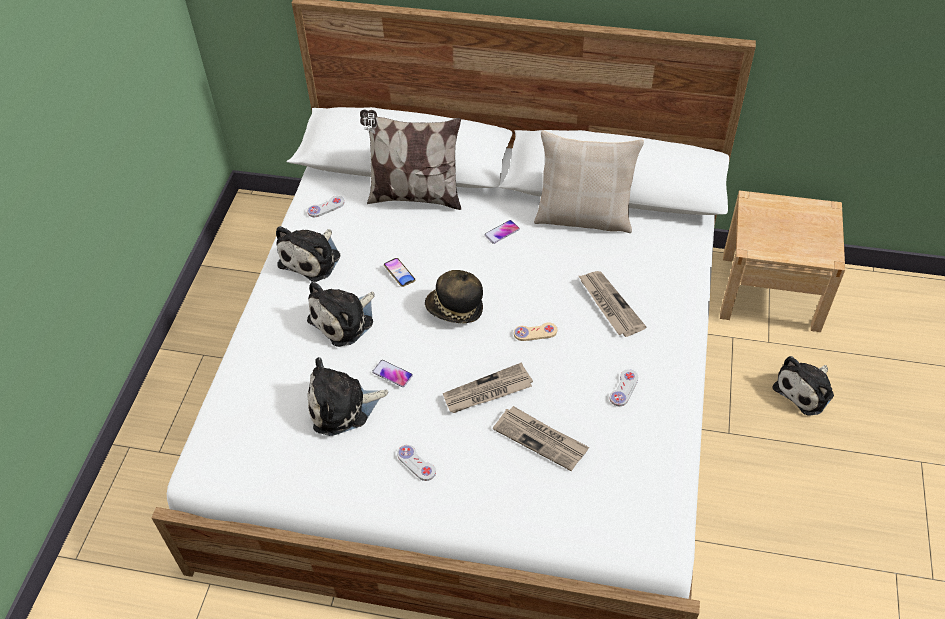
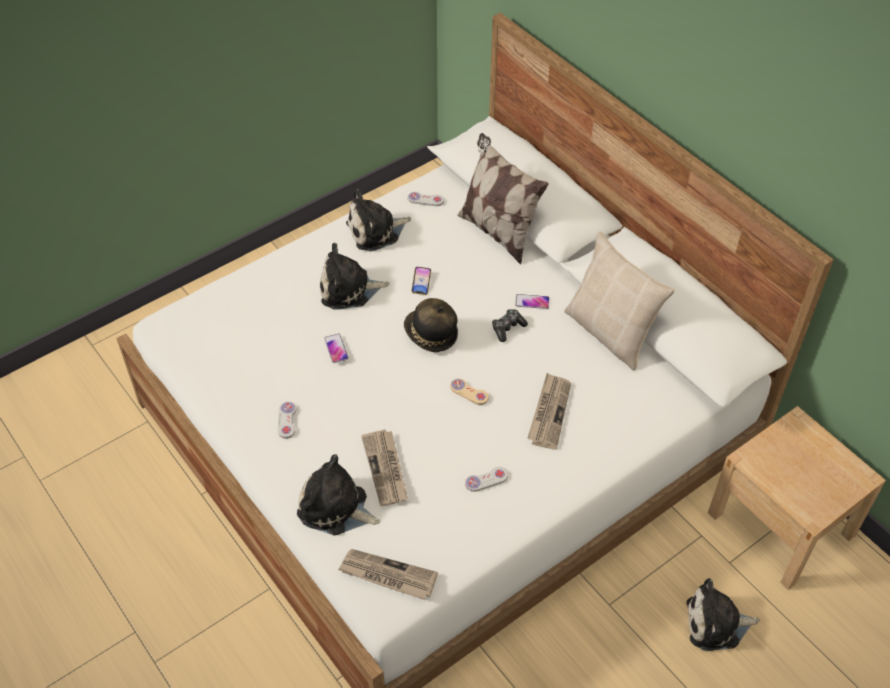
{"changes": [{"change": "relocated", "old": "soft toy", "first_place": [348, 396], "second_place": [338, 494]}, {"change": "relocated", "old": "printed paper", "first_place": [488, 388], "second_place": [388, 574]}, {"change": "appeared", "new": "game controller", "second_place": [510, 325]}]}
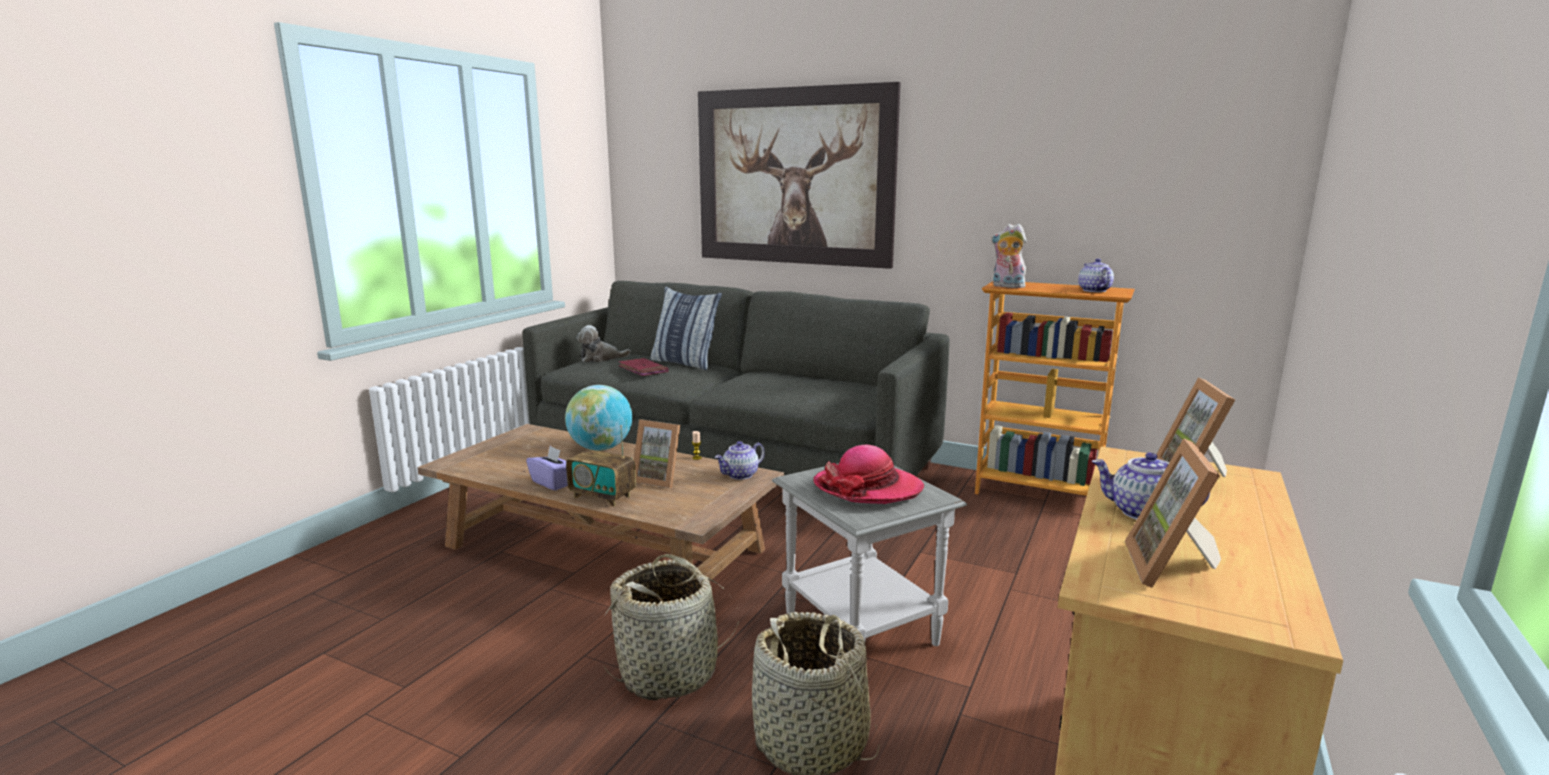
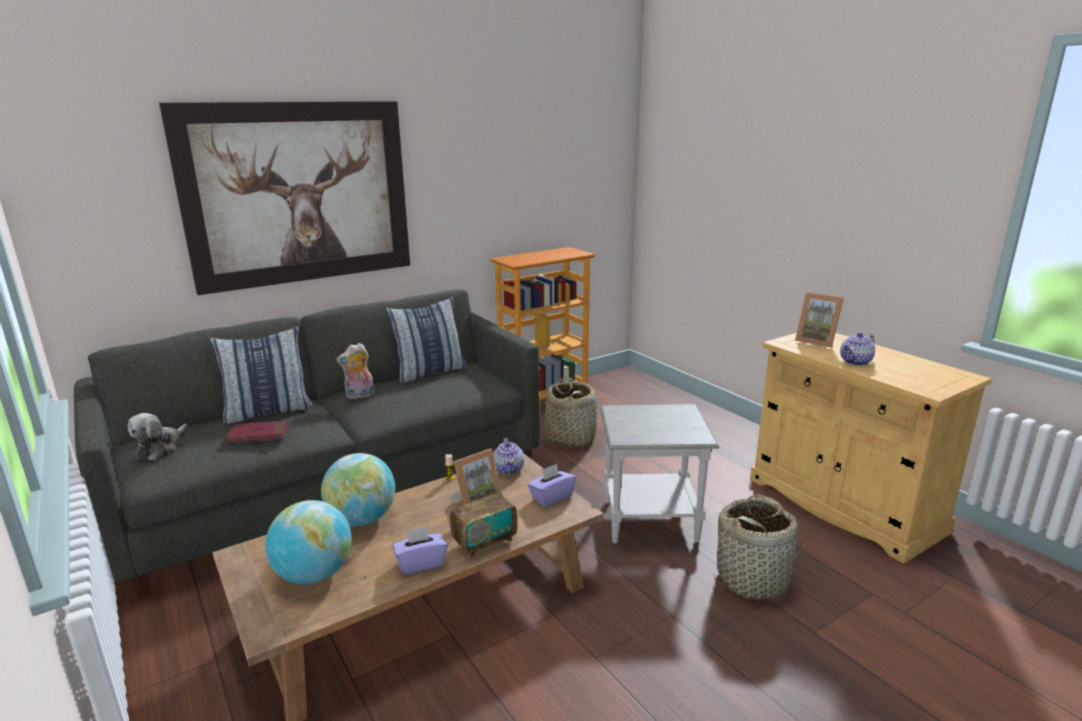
{"changes": [{"change": "appeared", "new": "desk globe", "second_place": [308, 542]}, {"change": "relocated", "old": "soft toy", "first_place": [1009, 256], "second_place": [355, 371]}, {"change": "appeared", "new": "pillow", "second_place": [426, 340]}, {"change": "appeared", "new": "tissue box/purple", "second_place": [552, 485]}, {"change": "relocated", "old": "household basket", "first_place": [671, 627], "second_place": [571, 413]}, {"change": "missing", "old": "wearable hat", "first_place": [868, 474]}, {"change": "missing", "old": "teapot", "first_place": [1096, 275]}, {"change": "missing", "old": "picture frame", "first_place": [1173, 513]}]}
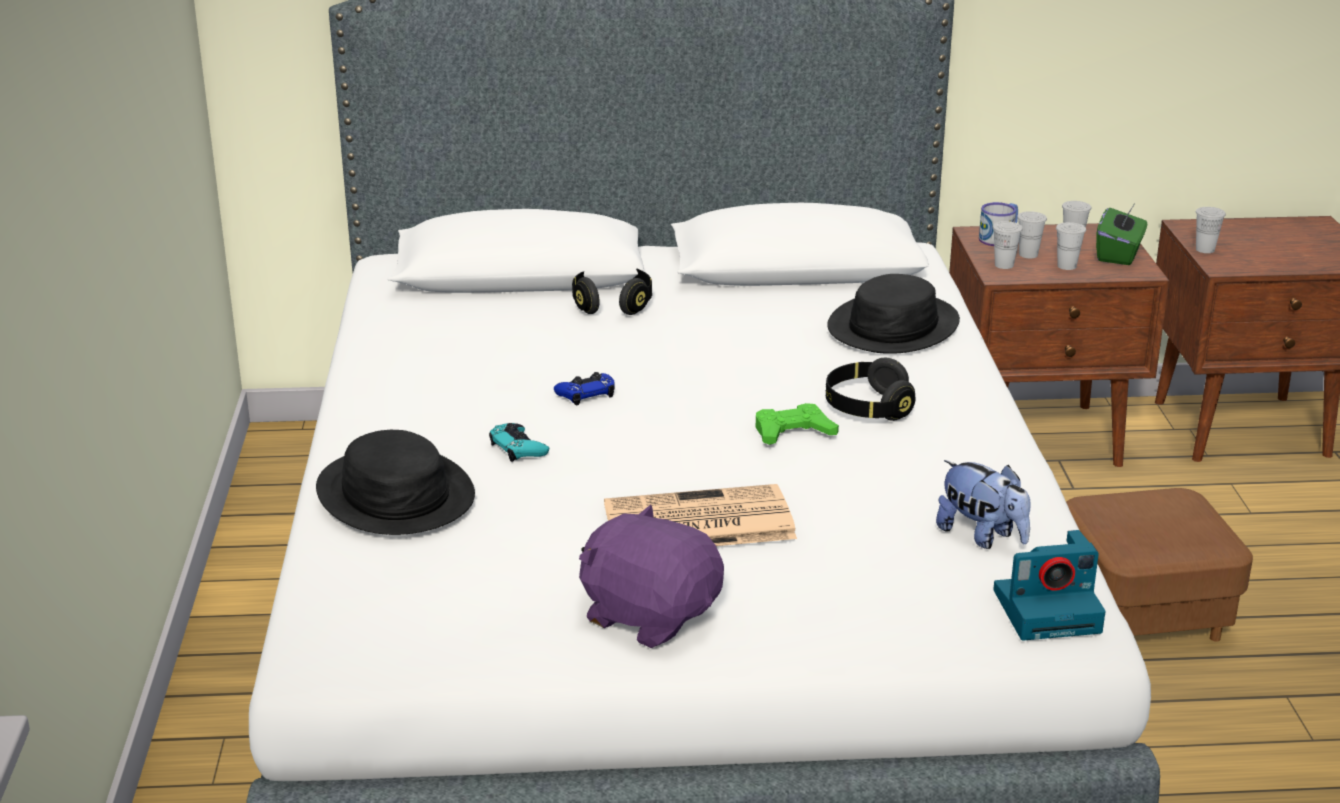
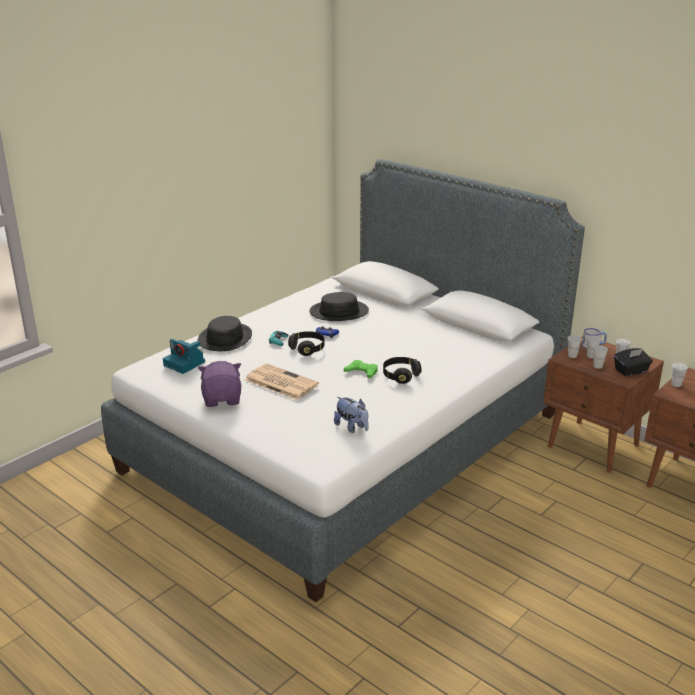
{"changes": [{"change": "relocated", "old": "photo camera", "first_place": [1049, 585], "second_place": [184, 356]}, {"change": "relocated", "old": "pair of headphones/blackish", "first_place": [612, 292], "second_place": [306, 343]}, {"change": "relocated", "old": "wearable hat/blackish", "first_place": [893, 314], "second_place": [339, 306]}, {"change": "spun", "old": "soft toy", "first_place": [983, 504], "second_place": [351, 415], "degrees": -45}, {"change": "colour", "old": "tissue box/greenish", "new": "tissue box/blackish", "first_place": [1121, 233], "second_place": [633, 362]}, {"change": "missing", "old": "footrest/brownish", "first_place": [1159, 565]}]}
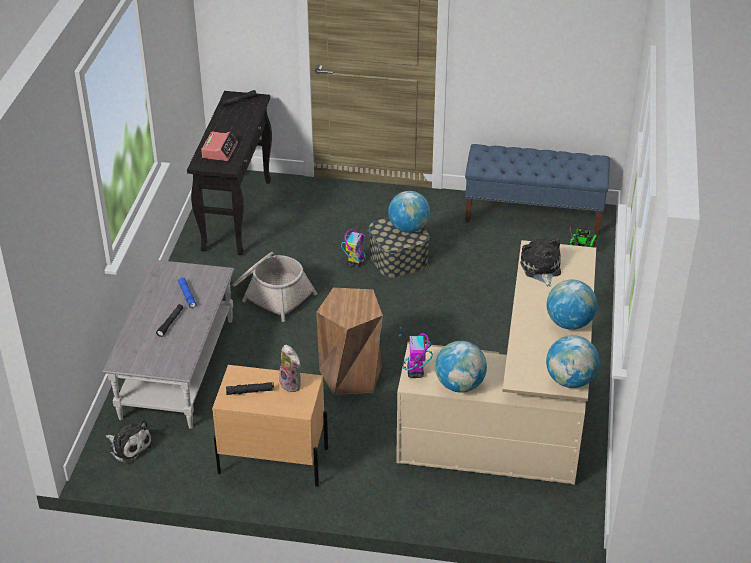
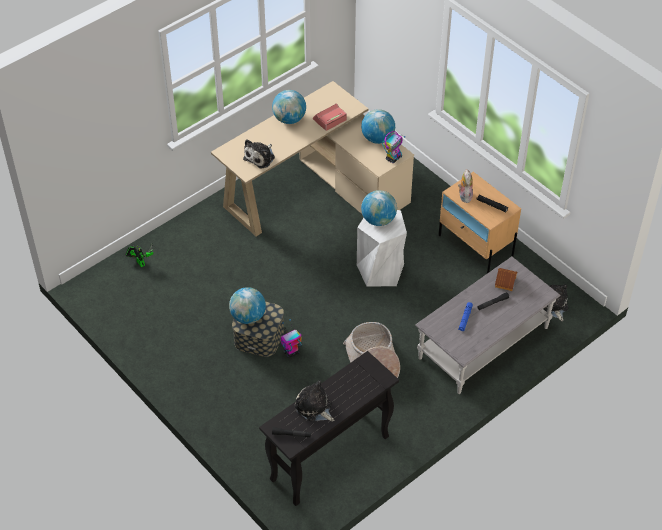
{"changes": [{"change": "appeared", "new": "soft toy", "second_place": [314, 400]}, {"change": "relocated", "old": "bedside clock", "first_place": [219, 146], "second_place": [330, 117]}, {"change": "colour", "old": "sitting stool/brownish", "new": "sitting stool/white-coloured", "first_place": [349, 341], "second_place": [382, 248]}, {"change": "relocated", "old": "desk globe", "first_place": [572, 361], "second_place": [379, 208]}, {"change": "appeared", "new": "toy house", "second_place": [506, 279]}, {"change": "missing", "old": "indoor bench/blue-coloured", "first_place": [537, 190]}]}
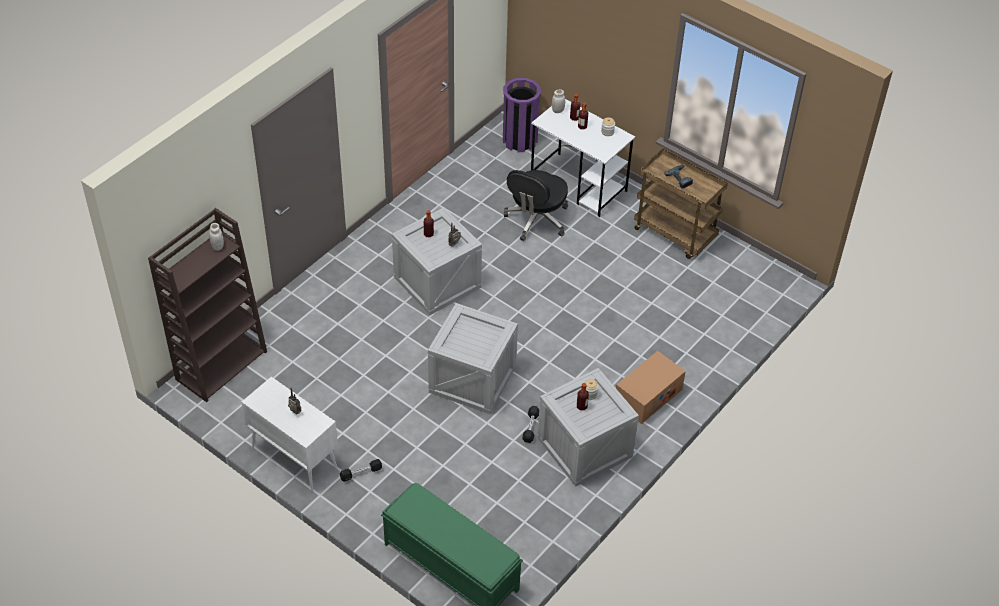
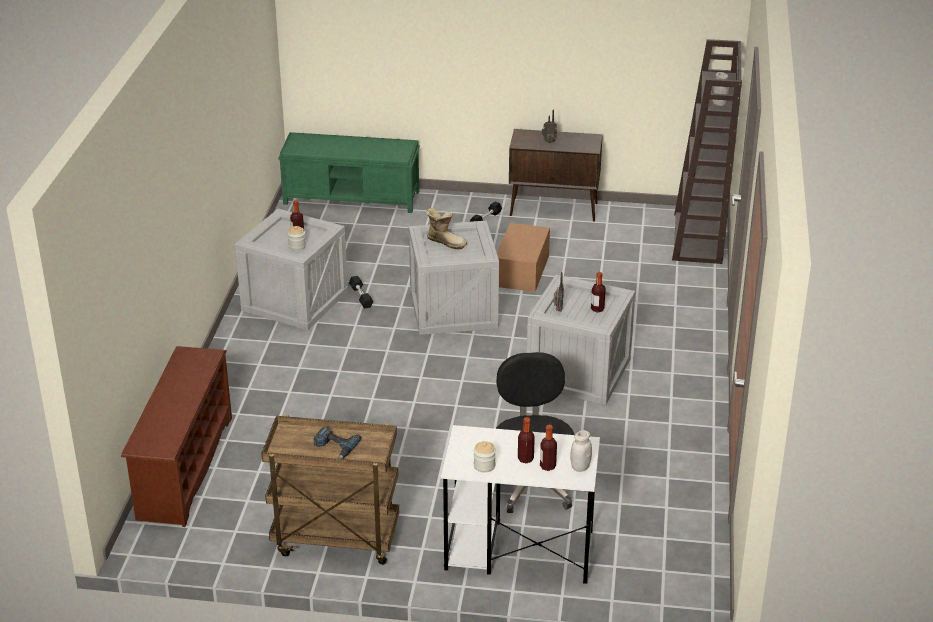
{"changes": [{"change": "appeared", "new": "shoe rack/brownish", "second_place": [176, 436]}, {"change": "appeared", "new": "high-top boot", "second_place": [446, 228]}, {"change": "relocated", "old": "cardboard box", "first_place": [651, 387], "second_place": [523, 257]}, {"change": "colour", "old": "cabinet/white-coloured", "new": "cabinet/brownish", "first_place": [290, 434], "second_place": [556, 175]}, {"change": "missing", "old": "trash can/purple", "first_place": [522, 115]}]}
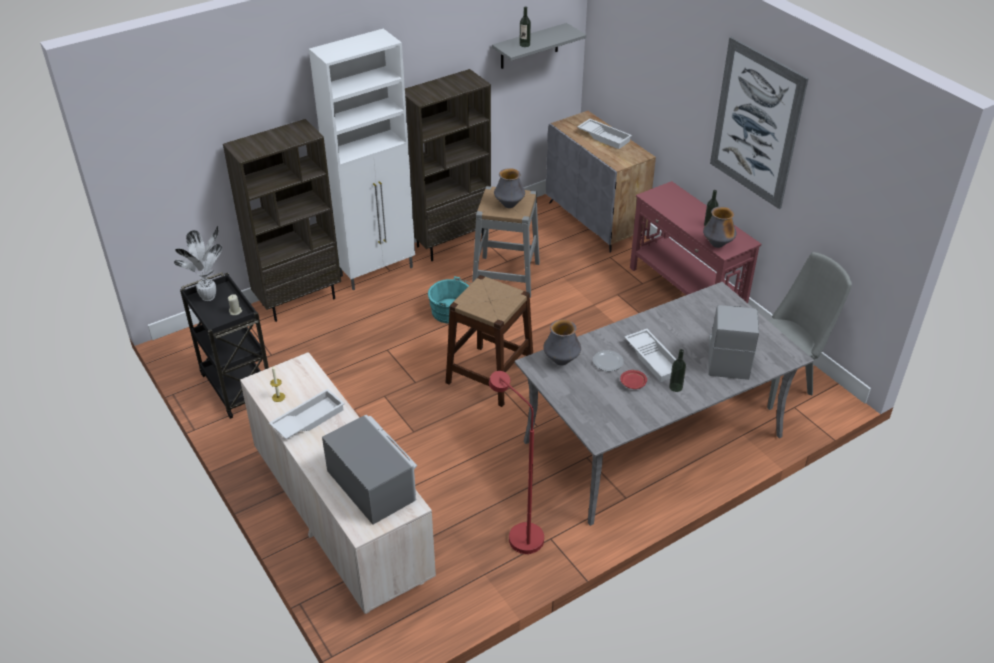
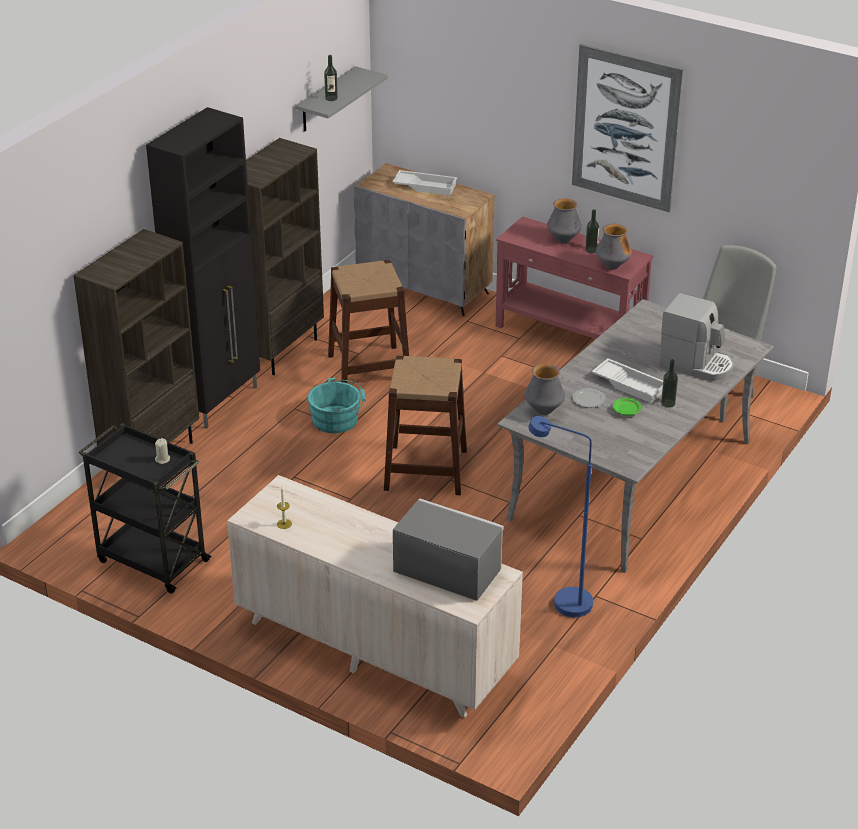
{"changes": [{"change": "colour", "old": "cabinet/white-coloured", "new": "cabinet/blackish", "first_place": [362, 159], "second_place": [203, 268]}, {"change": "colour", "old": "sitting stool/grey", "new": "sitting stool/brownish", "first_place": [506, 242], "second_place": [368, 321]}, {"change": "colour", "old": "standard lamp/red-coloured", "new": "standard lamp/blue-coloured", "first_place": [516, 462], "second_place": [560, 516]}, {"change": "relocated", "old": "decorative vase", "first_place": [509, 188], "second_place": [564, 221]}, {"change": "colour", "old": "flat dish/red-coloured", "new": "flat dish/greenish", "first_place": [633, 379], "second_place": [627, 406]}, {"change": "spun", "old": "coffee brewer", "first_place": [733, 342], "second_place": [696, 337], "degrees": 135}, {"change": "missing", "old": "plant in a pot", "first_place": [198, 263]}, {"change": "missing", "old": "tray/white-coloured", "first_place": [307, 414]}]}
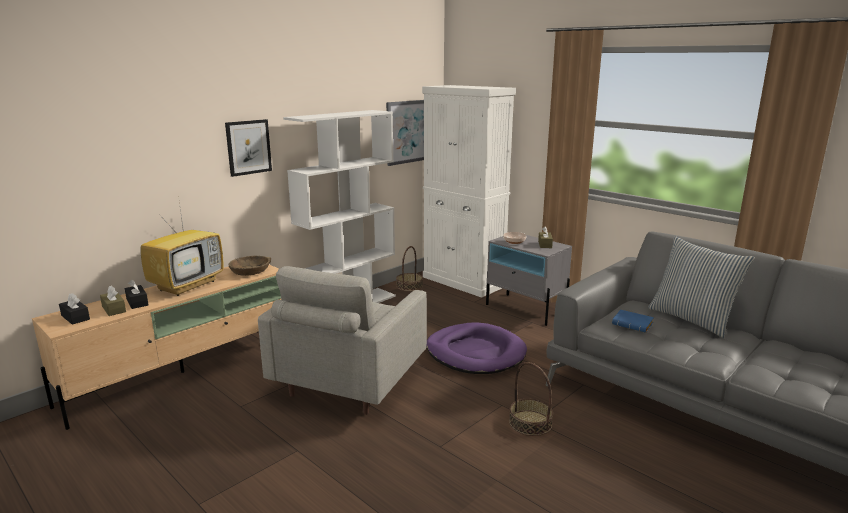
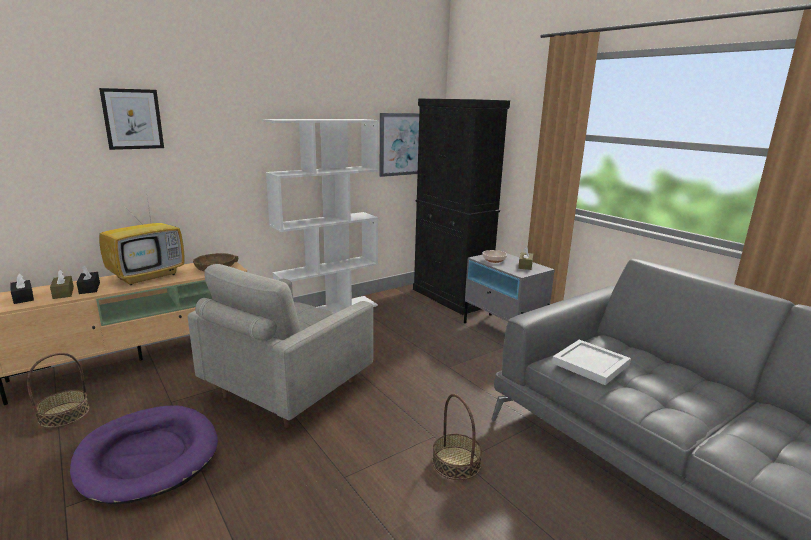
{"changes": [{"change": "relocated", "old": "household basket", "first_place": [409, 268], "second_place": [58, 390]}, {"change": "relocated", "old": "pet bed/purple", "first_place": [477, 348], "second_place": [144, 454]}, {"change": "relocated", "old": "wall art", "first_place": [248, 148], "second_place": [131, 119]}, {"change": "colour", "old": "cabinet/white-coloured", "new": "cabinet/blackish", "first_place": [469, 191], "second_place": [461, 207]}, {"change": "exchanged", "old": "bound book/blue-coloured", "new": "tray/white-coloured", "first_place": [633, 321], "second_place": [591, 362]}, {"change": "missing", "old": "pillow", "first_place": [701, 287]}]}
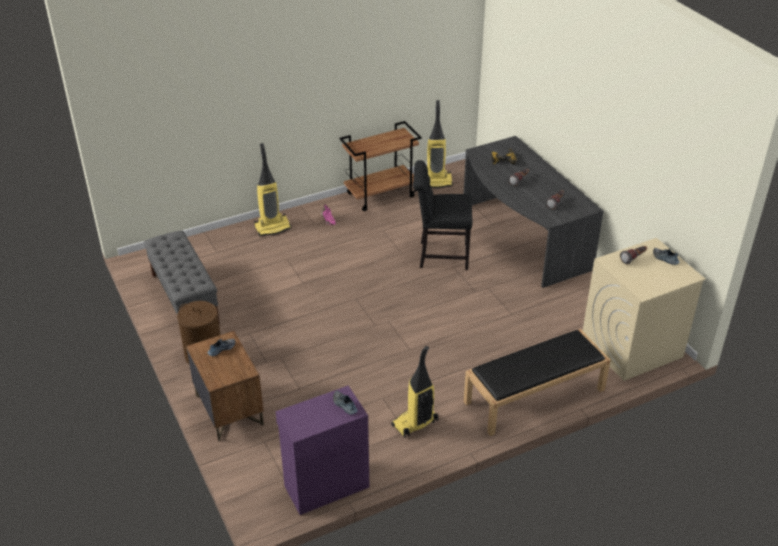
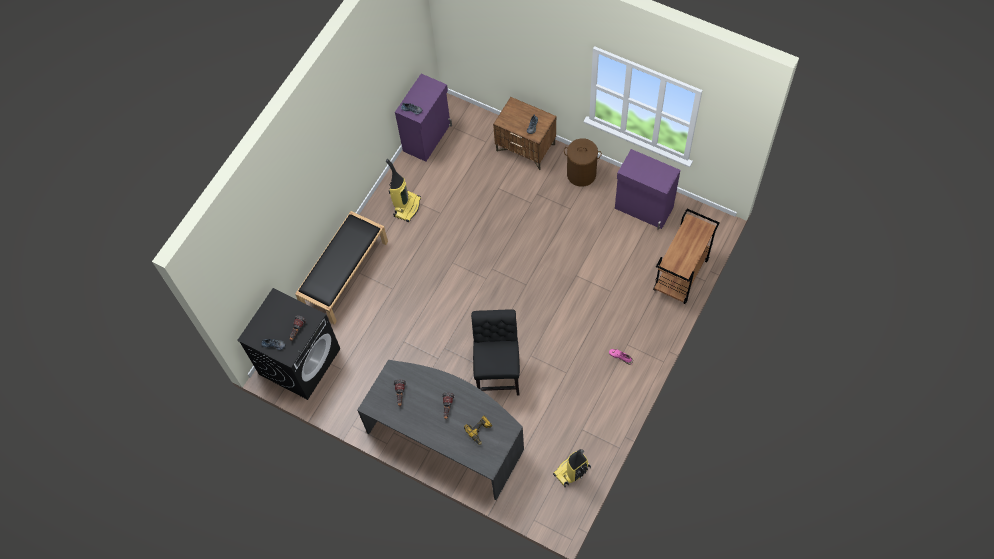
{"changes": [{"change": "colour", "old": "washing machine/beige-coloured", "new": "washing machine/blackish", "first_place": [644, 309], "second_place": [288, 344]}, {"change": "spun", "old": "plain chair/blackish", "first_place": [443, 215], "second_place": [495, 352], "degrees": -60}, {"change": "exchanged", "old": "indoor bench/grey", "new": "cabinet/purple", "first_place": [182, 277], "second_place": [647, 189]}, {"change": "relocated", "old": "trolley/brownish", "first_place": [381, 166], "second_place": [686, 256]}, {"change": "missing", "old": "hoover", "first_place": [273, 189]}]}
